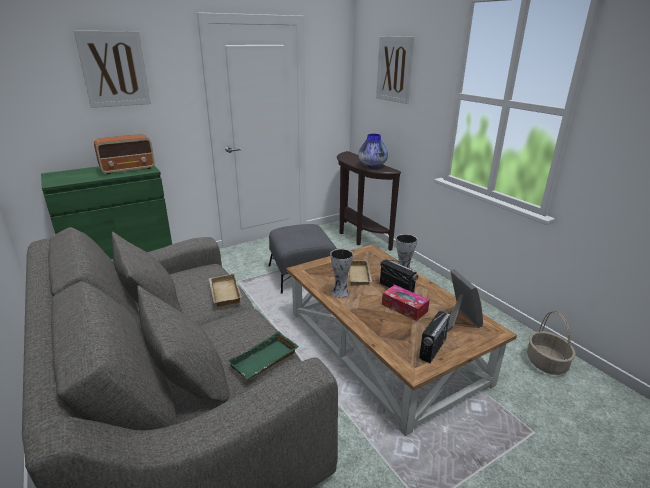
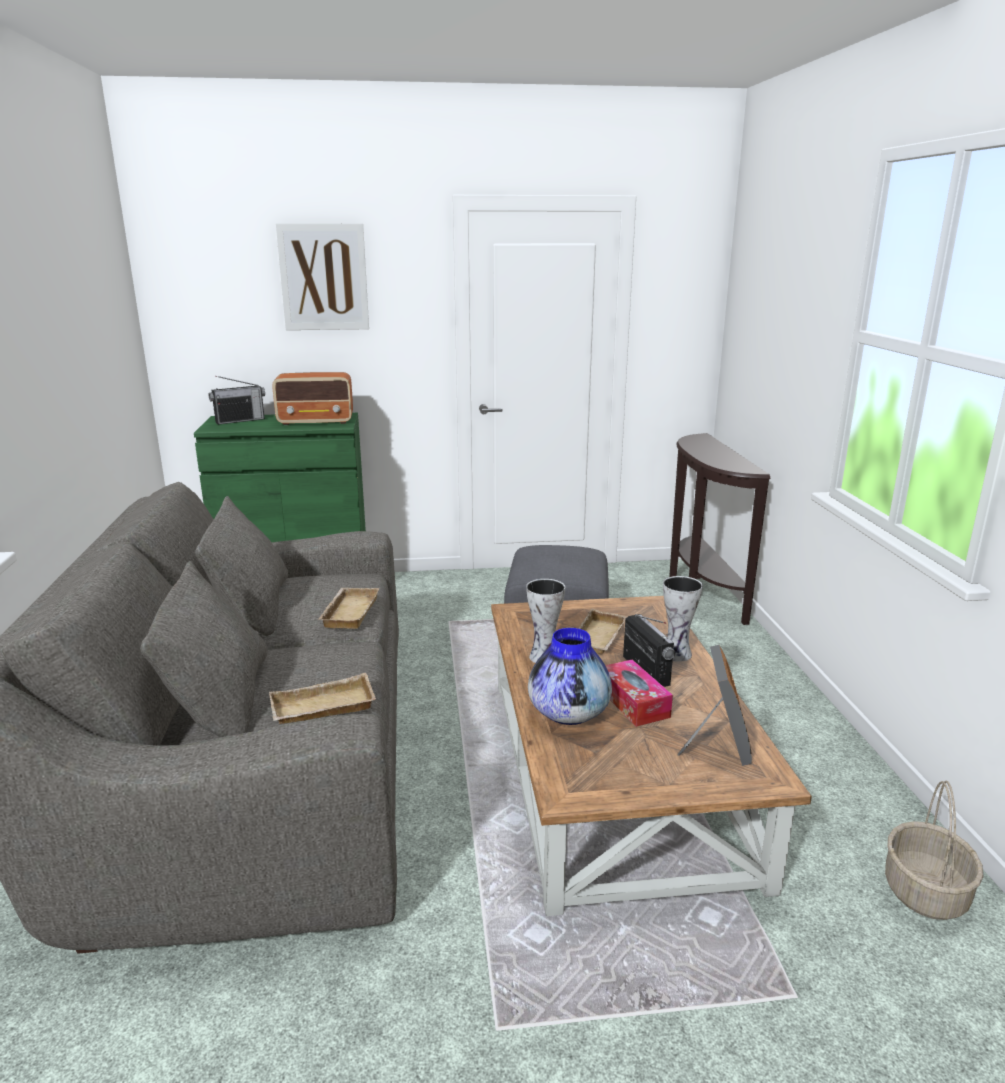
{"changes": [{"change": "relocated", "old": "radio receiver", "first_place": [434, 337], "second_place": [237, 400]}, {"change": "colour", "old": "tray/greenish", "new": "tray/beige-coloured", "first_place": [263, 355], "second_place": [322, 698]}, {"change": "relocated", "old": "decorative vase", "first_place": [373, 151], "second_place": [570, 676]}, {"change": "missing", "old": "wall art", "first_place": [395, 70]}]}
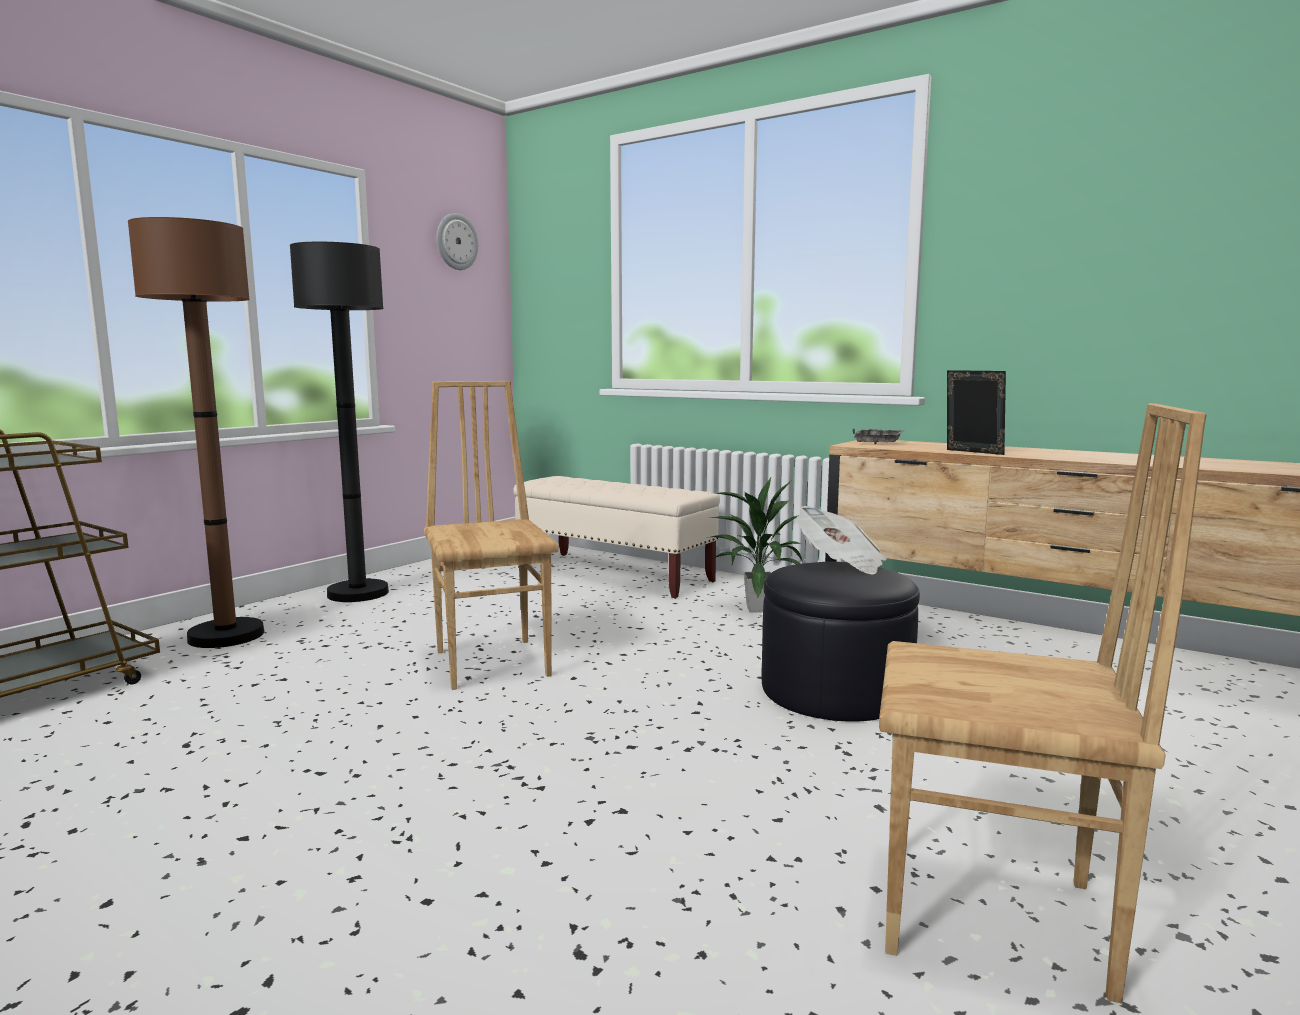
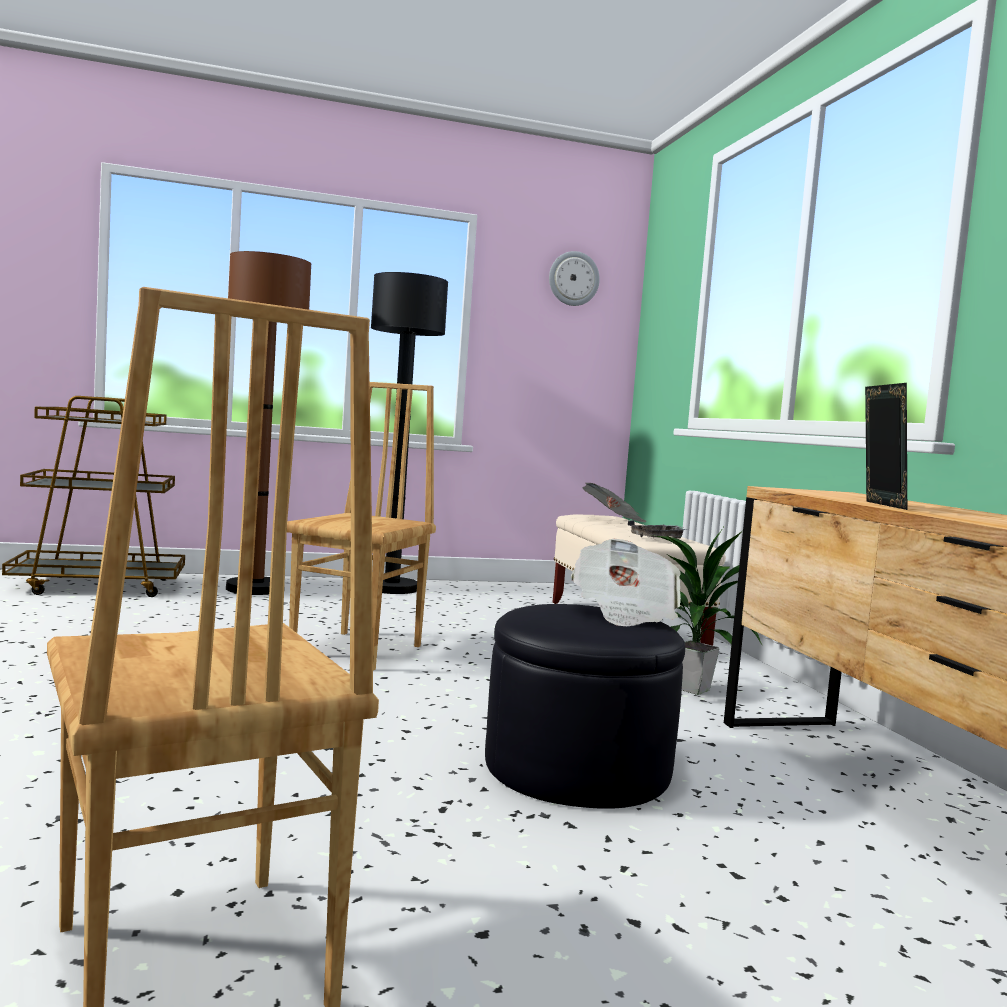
{"changes": [{"change": "appeared", "new": "printed paper", "second_place": [614, 502]}, {"change": "relocated", "old": "tray/grey", "first_place": [878, 436], "second_place": [657, 529]}]}
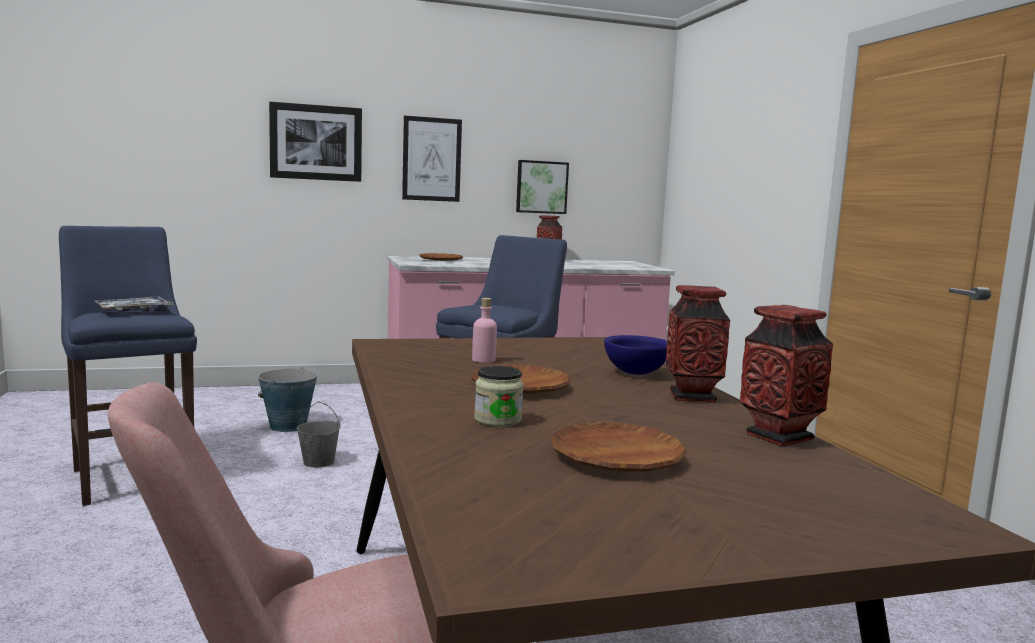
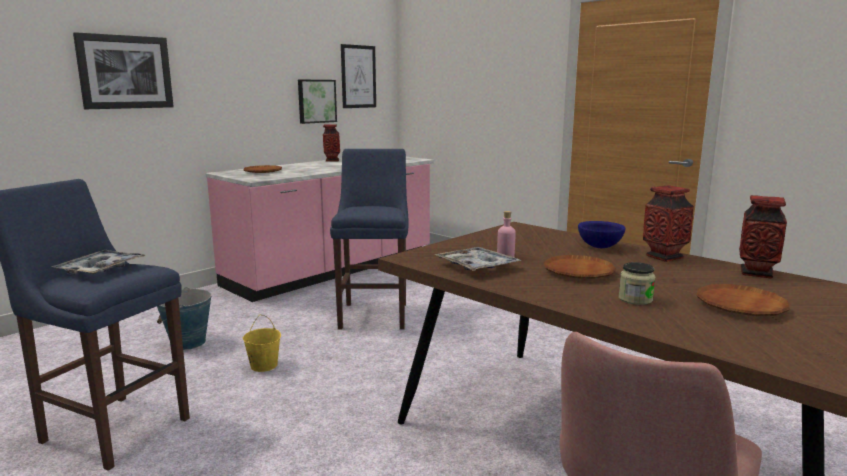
{"changes": [{"change": "colour", "old": "pail/grey", "new": "pail/yellow-coloured", "first_place": [319, 435], "second_place": [262, 343]}, {"change": "relocated", "old": "wall art", "first_place": [432, 159], "second_place": [358, 76]}, {"change": "appeared", "new": "tray", "second_place": [477, 259]}]}
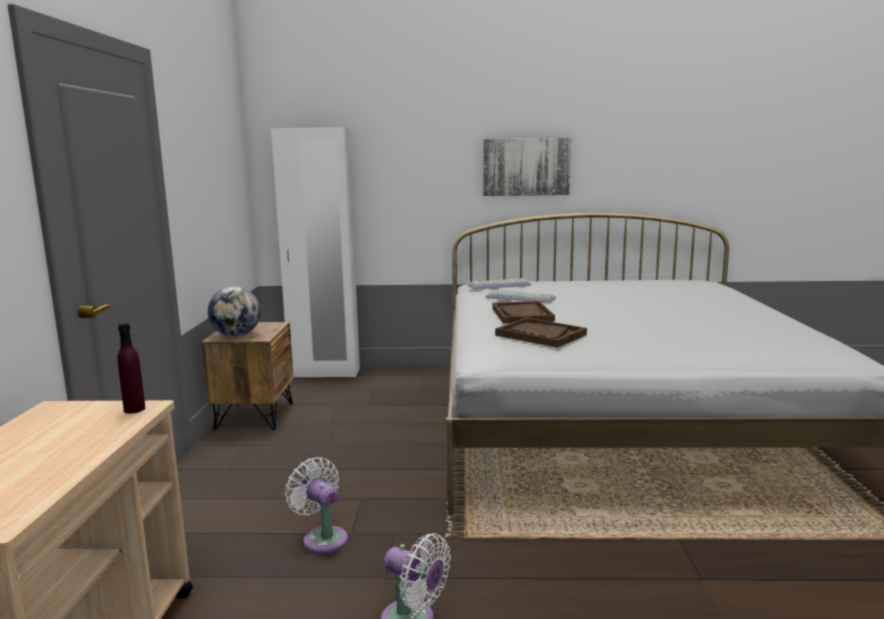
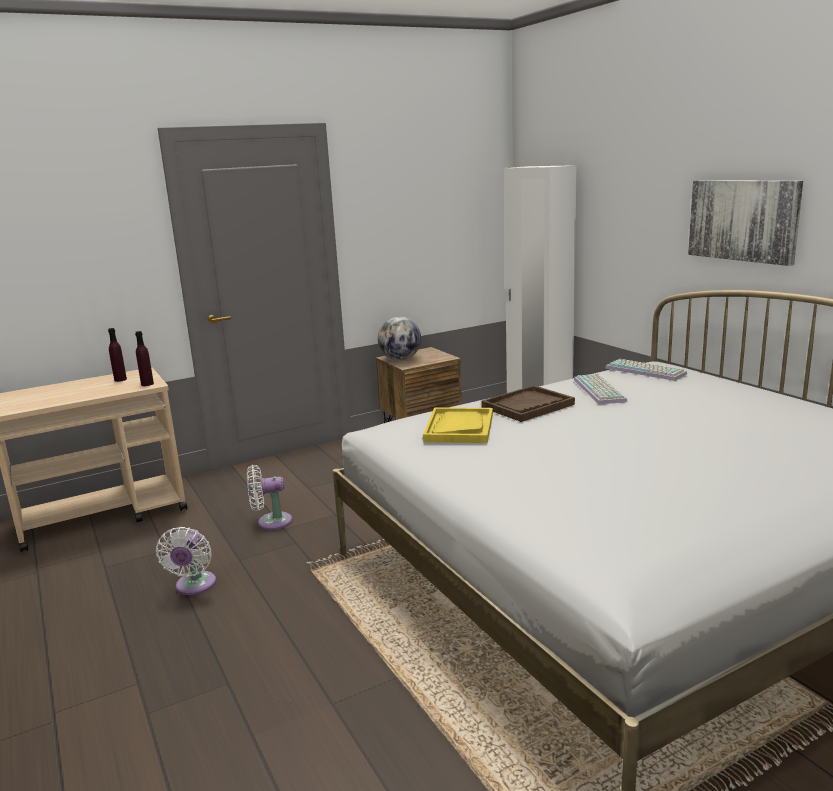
{"changes": [{"change": "appeared", "new": "beverage bottle/purple", "second_place": [117, 355]}, {"change": "spun", "old": "cooling fan/white-coloured", "first_place": [316, 505], "second_place": [269, 497], "degrees": -120}, {"change": "colour", "old": "tray/brownish", "new": "tray/yellow-coloured", "first_place": [541, 333], "second_place": [458, 425]}]}
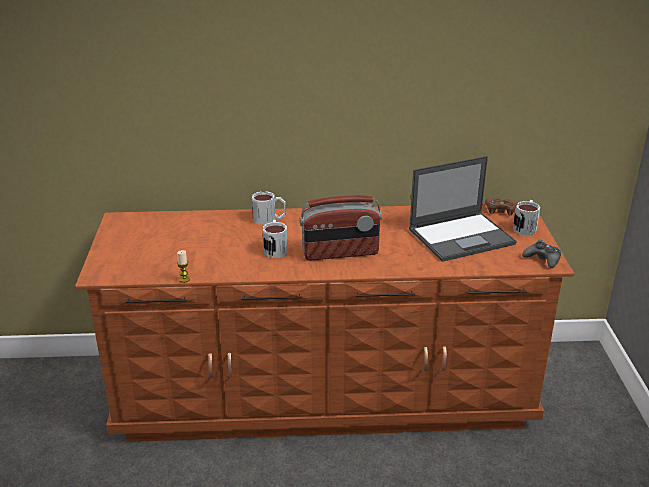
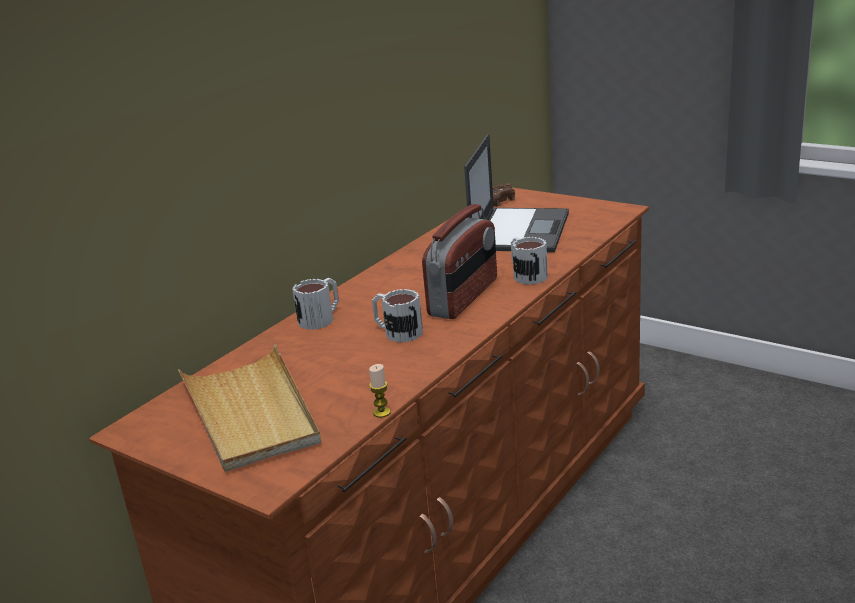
{"changes": [{"change": "appeared", "new": "tray/beige-coloured", "second_place": [249, 408]}, {"change": "relocated", "old": "tea mug", "first_place": [526, 218], "second_place": [529, 261]}, {"change": "missing", "old": "game controller/blackish", "first_place": [541, 254]}]}
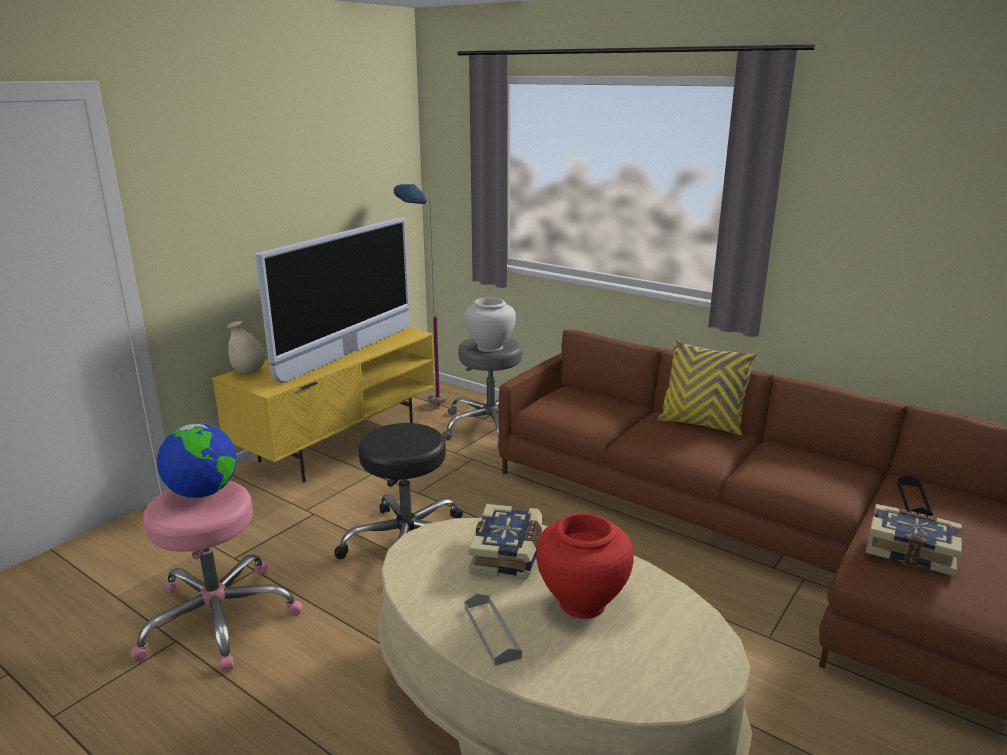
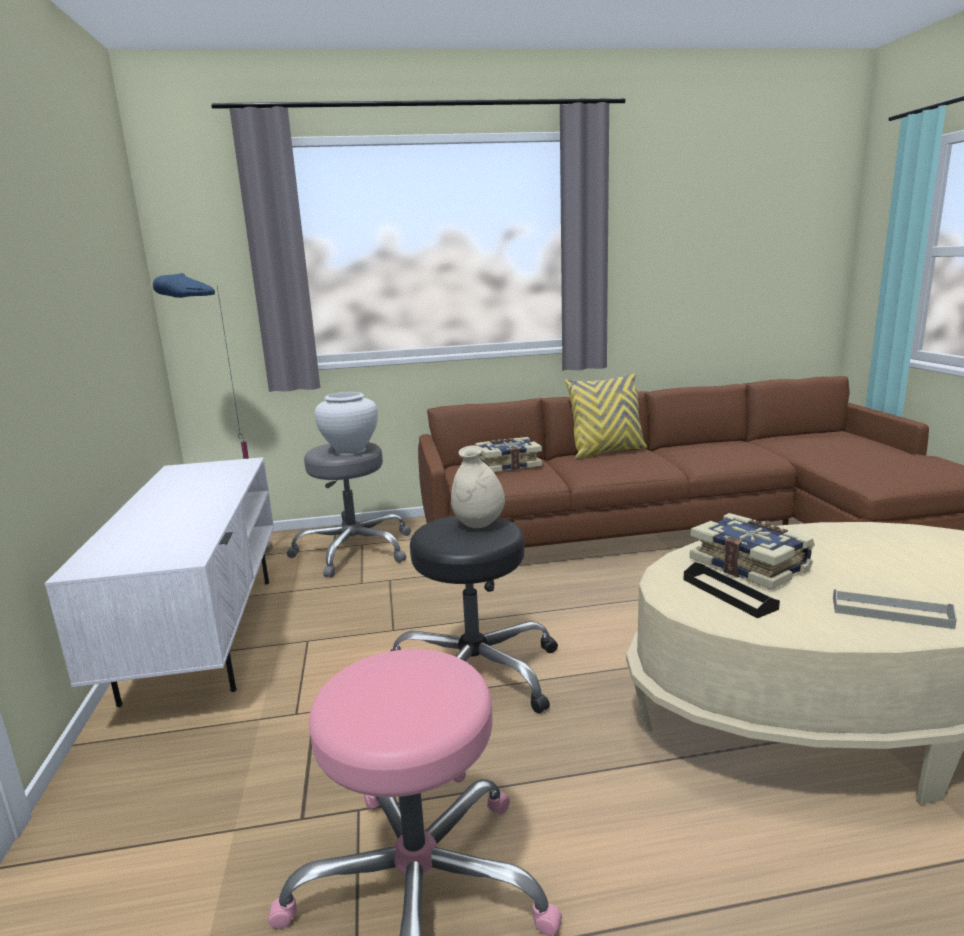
{"changes": [{"change": "colour", "old": "tv stand/yellow-coloured", "new": "tv stand/white-coloured", "first_place": [323, 404], "second_place": [159, 582]}, {"change": "relocated", "old": "decorative vase/beige-coloured", "first_place": [246, 348], "second_place": [478, 486]}, {"change": "relocated", "old": "bound book", "first_place": [914, 540], "second_place": [508, 454]}, {"change": "relocated", "old": "tray/blackish", "first_place": [915, 496], "second_place": [731, 590]}, {"change": "missing", "old": "desk globe", "first_place": [197, 460]}, {"change": "missing", "old": "TV set", "first_place": [332, 300]}, {"change": "missing", "old": "decorative vase/red-coloured", "first_place": [585, 566]}]}
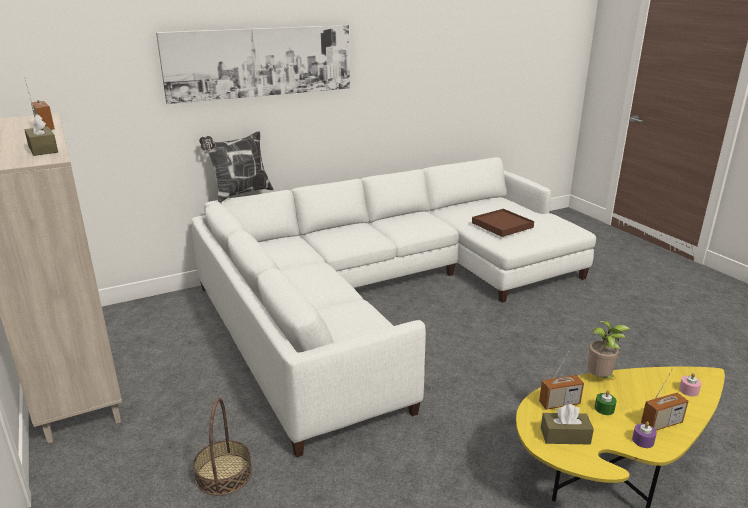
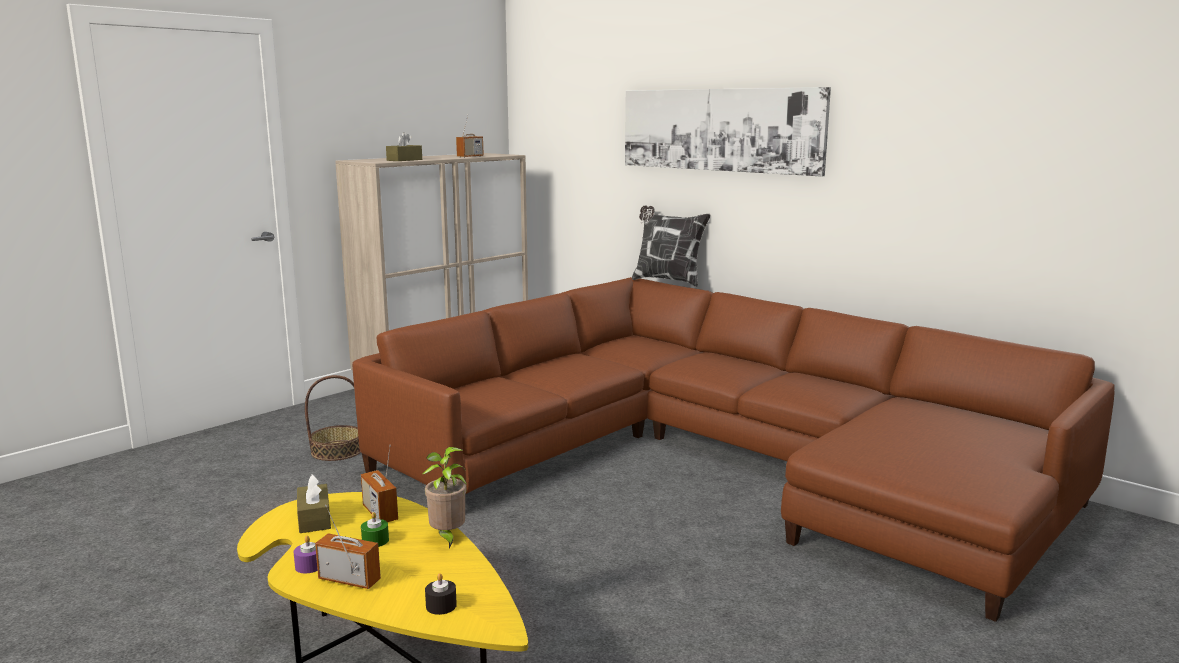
{"changes": [{"change": "spun", "old": "radio receiver", "first_place": [665, 399], "second_place": [348, 547], "degrees": 150}, {"change": "colour", "old": "settee/white-coloured", "new": "settee/brownish", "first_place": [394, 307], "second_place": [733, 449]}, {"change": "colour", "old": "wax light/pink-coloured", "new": "wax light/blackish", "first_place": [690, 385], "second_place": [441, 594]}, {"change": "missing", "old": "tray/brownish", "first_place": [503, 223]}]}
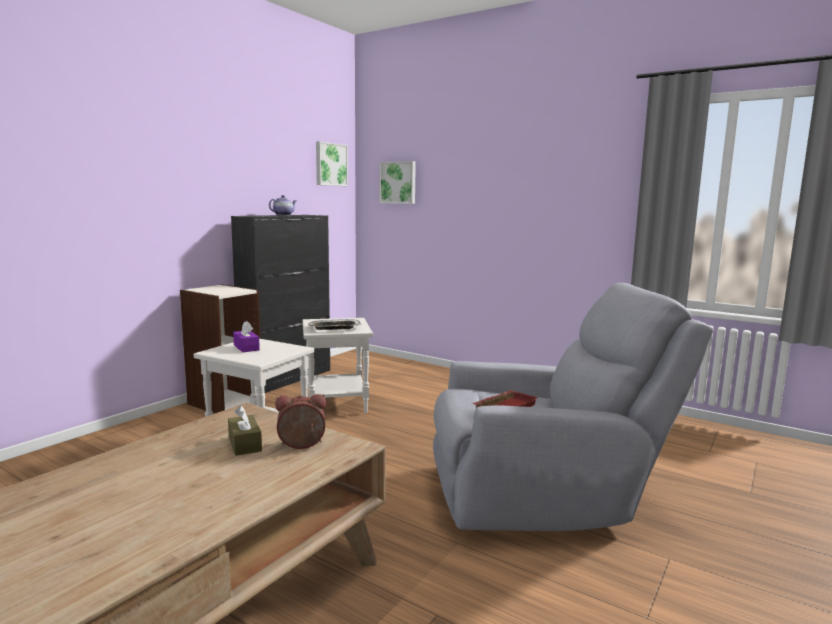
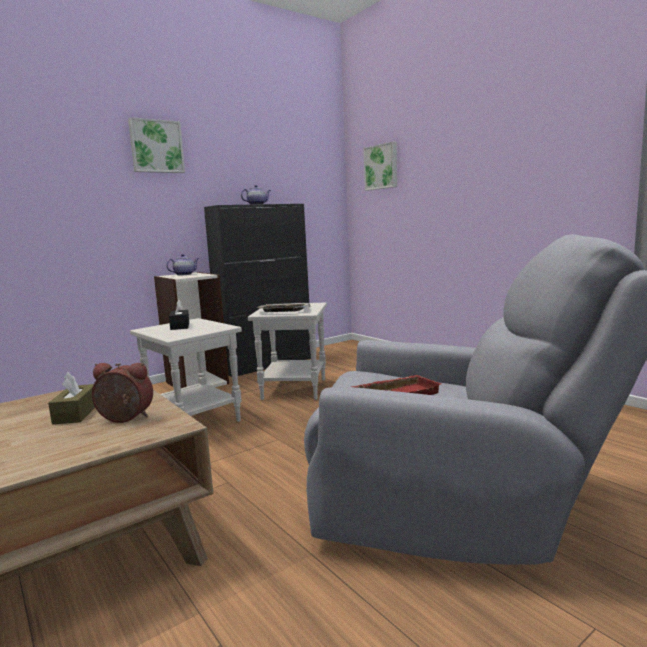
{"changes": [{"change": "relocated", "old": "wall art", "first_place": [332, 163], "second_place": [156, 145]}, {"change": "appeared", "new": "teapot", "second_place": [182, 264]}, {"change": "colour", "old": "tissue box/purple", "new": "tissue box/blackish", "first_place": [246, 337], "second_place": [179, 315]}]}
